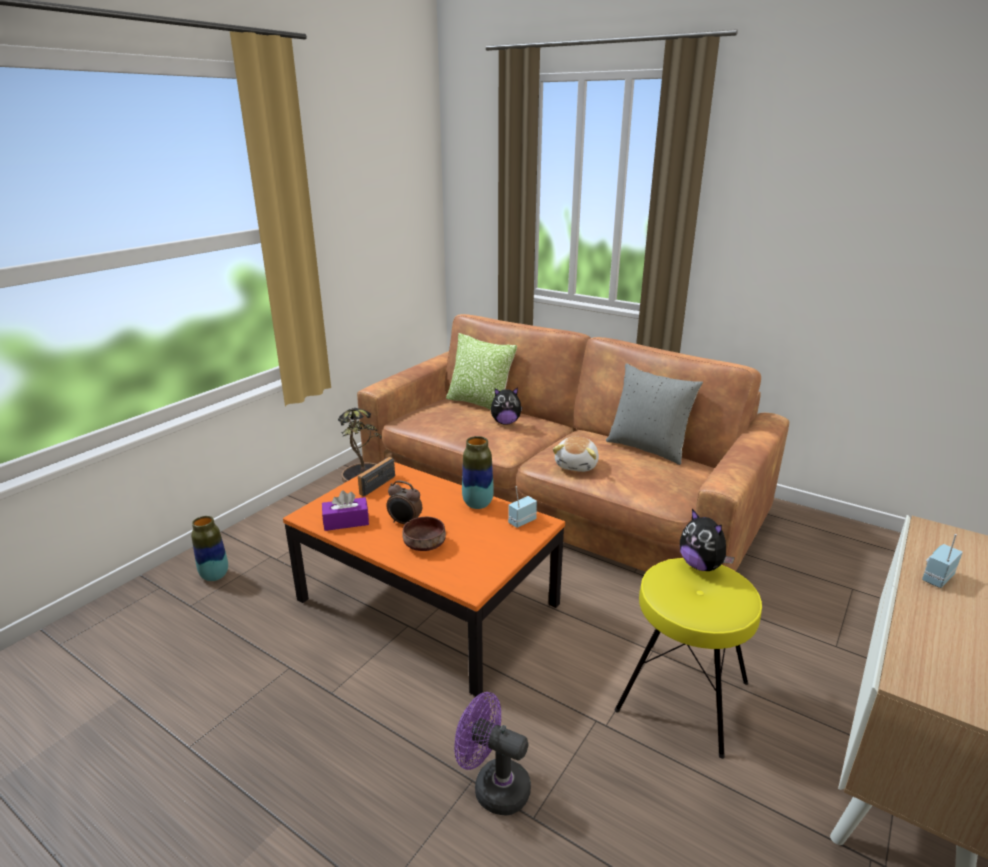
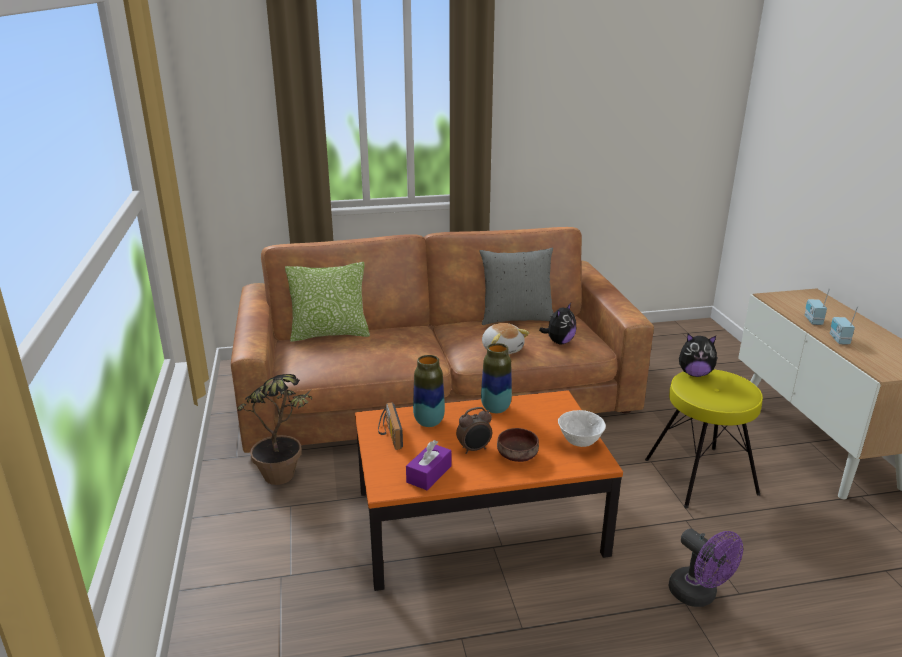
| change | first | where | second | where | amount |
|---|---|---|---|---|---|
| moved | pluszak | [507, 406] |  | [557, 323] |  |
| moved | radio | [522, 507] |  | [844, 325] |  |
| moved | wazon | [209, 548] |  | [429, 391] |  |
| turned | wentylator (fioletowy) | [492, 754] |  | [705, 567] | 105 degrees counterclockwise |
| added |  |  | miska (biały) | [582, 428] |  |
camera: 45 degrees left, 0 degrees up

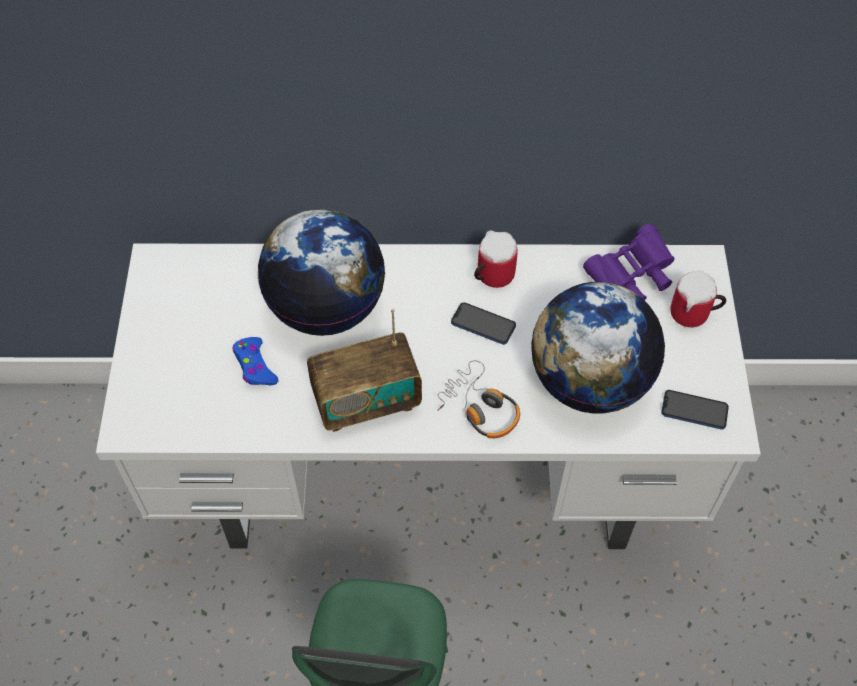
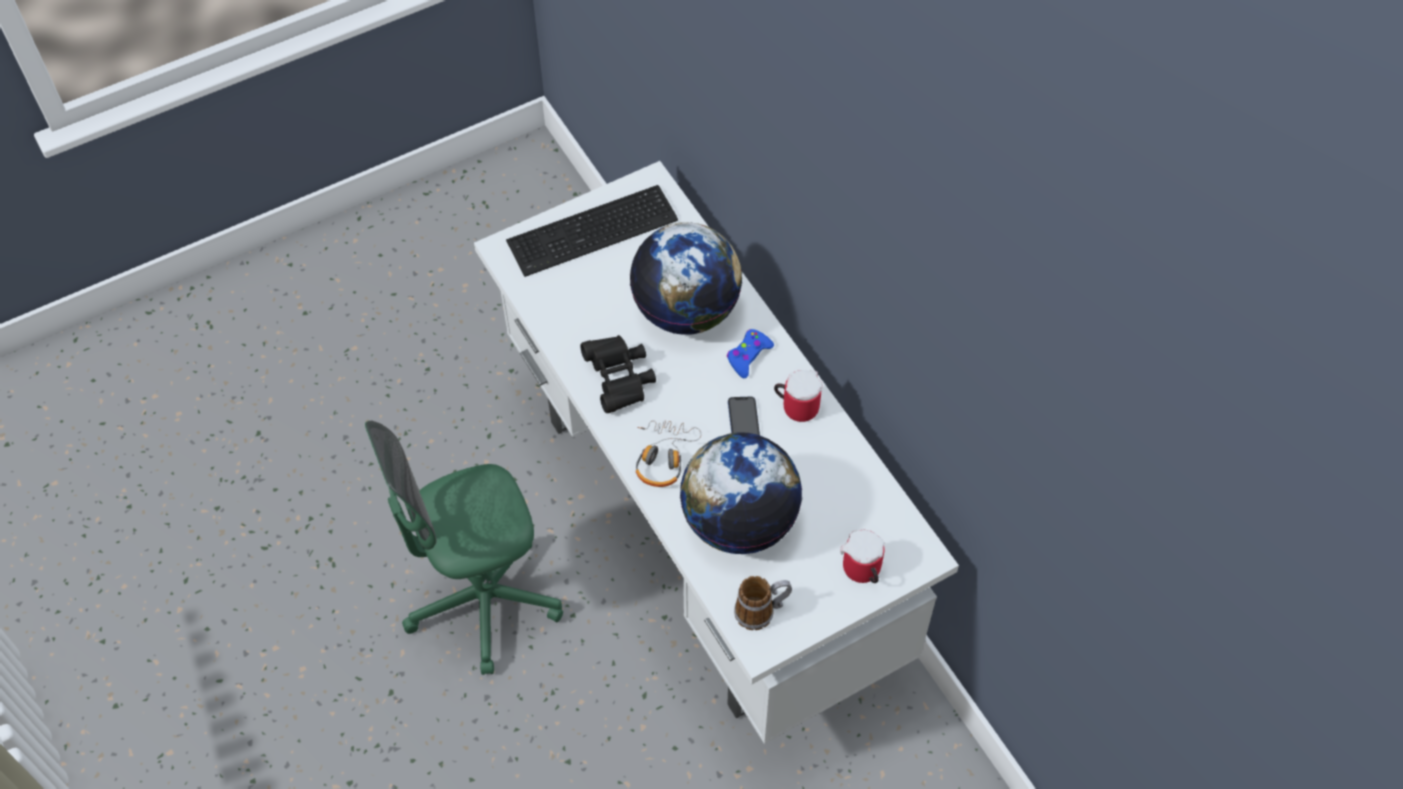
| change | first | where | second | where | amount |
|---|---|---|---|---|---|
| removed | lornetka (fioletowy) | [629, 261] |  |  |  |
| replaced | radio | [364, 370] | lornetka (czarny) | [618, 374] |  |
| moved | pad do gier (niebieski) | [256, 361] |  | [750, 353] |  |
| replaced | telefon | [695, 410] | kubek | [763, 603] |  |
| added |  |  | klawiatura | [592, 231] |  |
camera: 60 degrees right, 0 degrees up

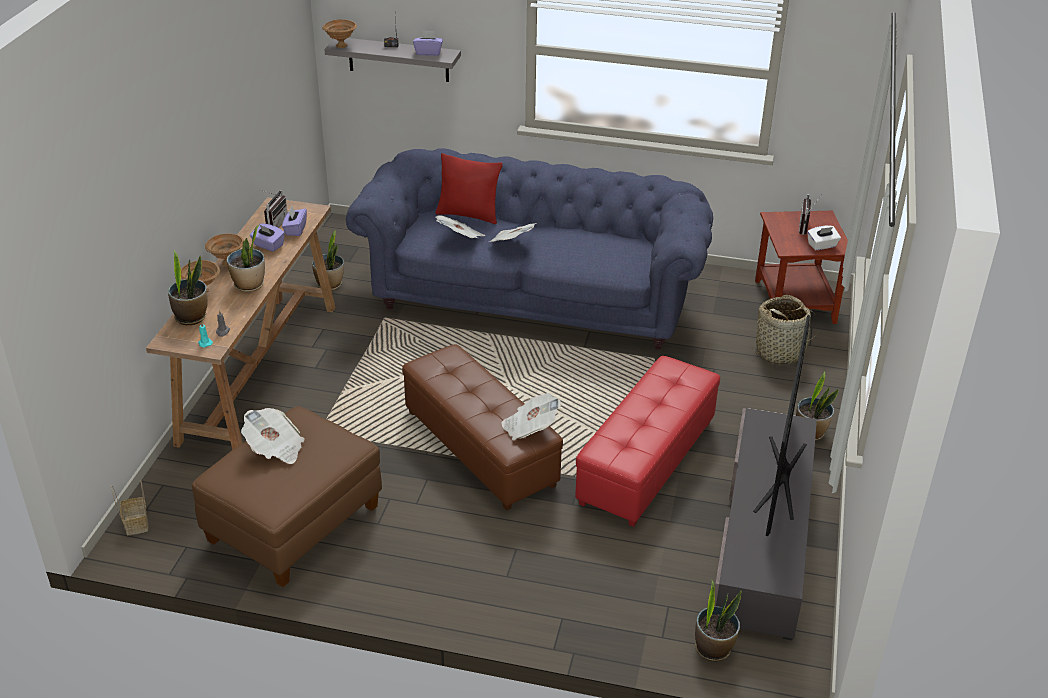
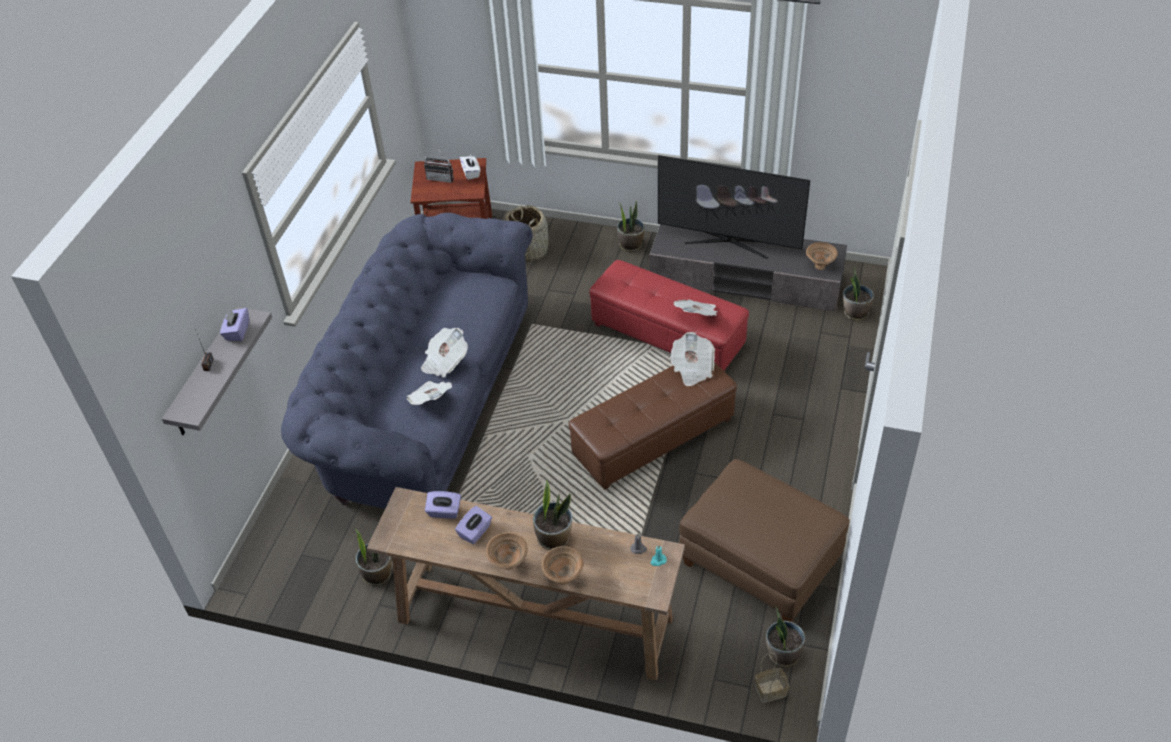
| change | first | where | second | where | amount |
|---|---|---|---|---|---|
| moved | miska (brązowy) | [339, 33] |  | [822, 256] |  |
| removed | poduszka (czerwony) | [469, 188] |  |  |  |
| removed | radio | [273, 209] |  |  |  |
| moved | roślina doniczkowa | [188, 287] |  | [785, 636] |  |
| moved | gazeta | [272, 436] |  | [696, 307] |  |
camera: 85 degrees left, 10 degrees up

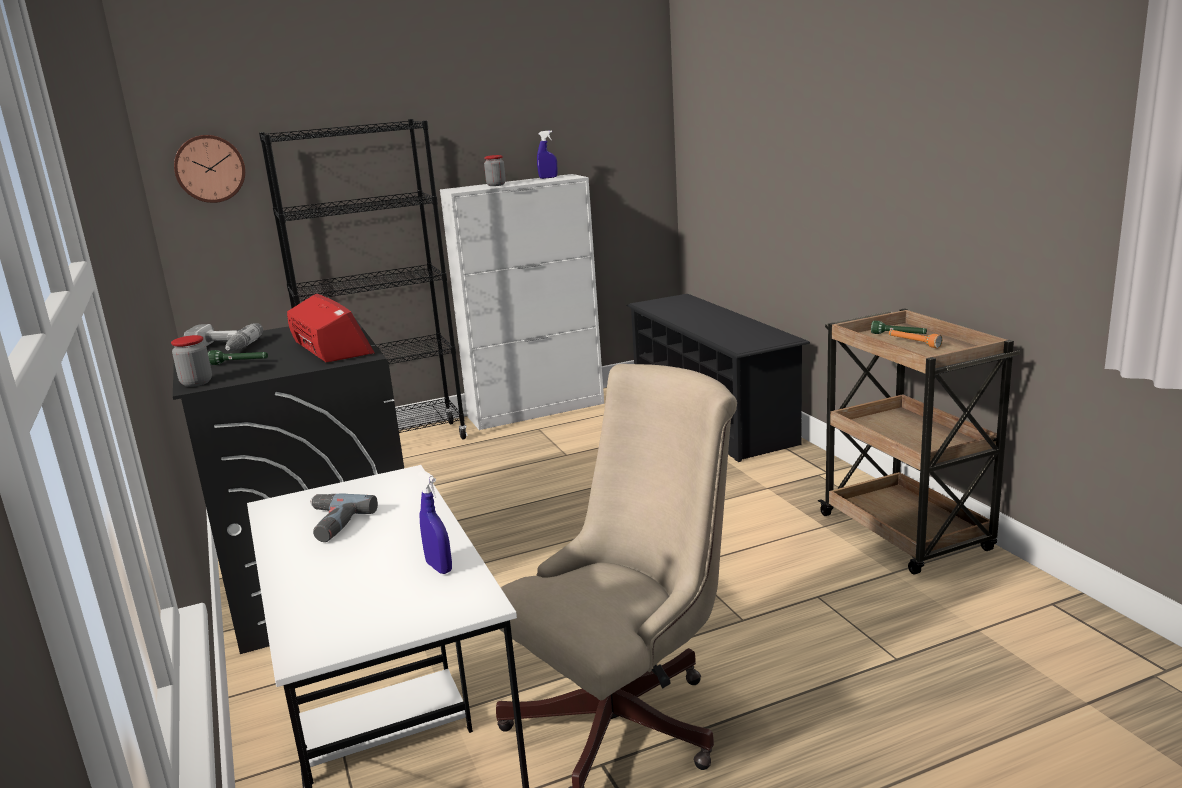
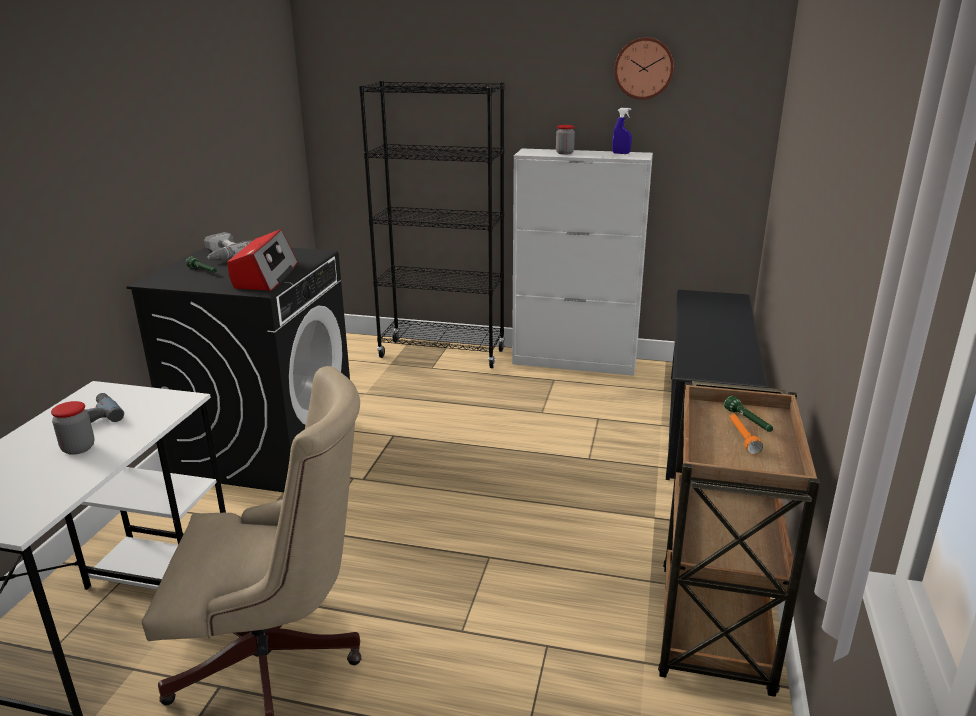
| change | first | where | second | where | amount |
|---|---|---|---|---|---|
| moved | zegar ścienny | [209, 169] |  | [644, 68] |  |
| moved | słoik | [191, 361] |  | [73, 428] |  |
| removed | spryskiwacz (niebieski) | [435, 522] |  |  |  |
camera: 35 degrees right, 5 degrees up

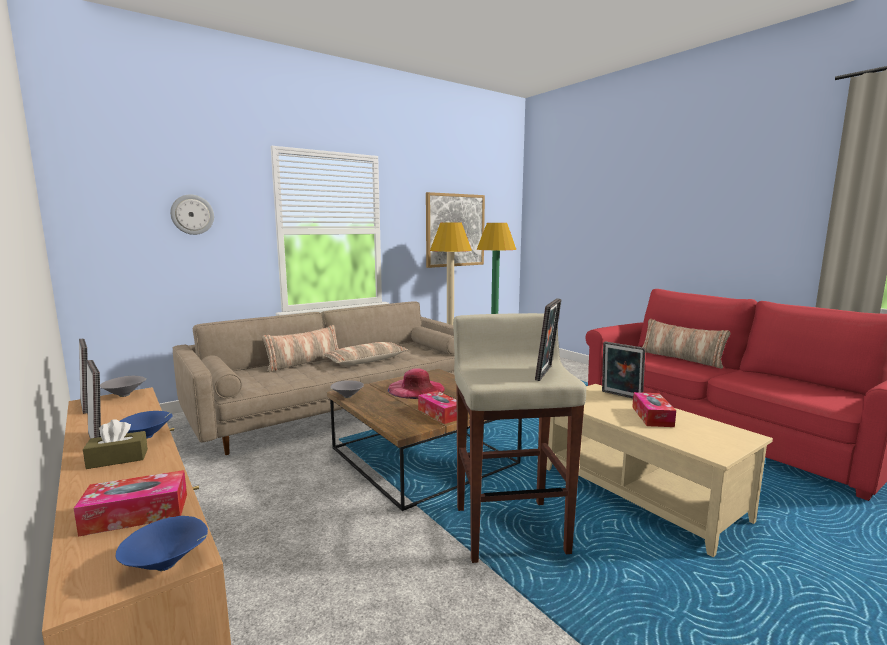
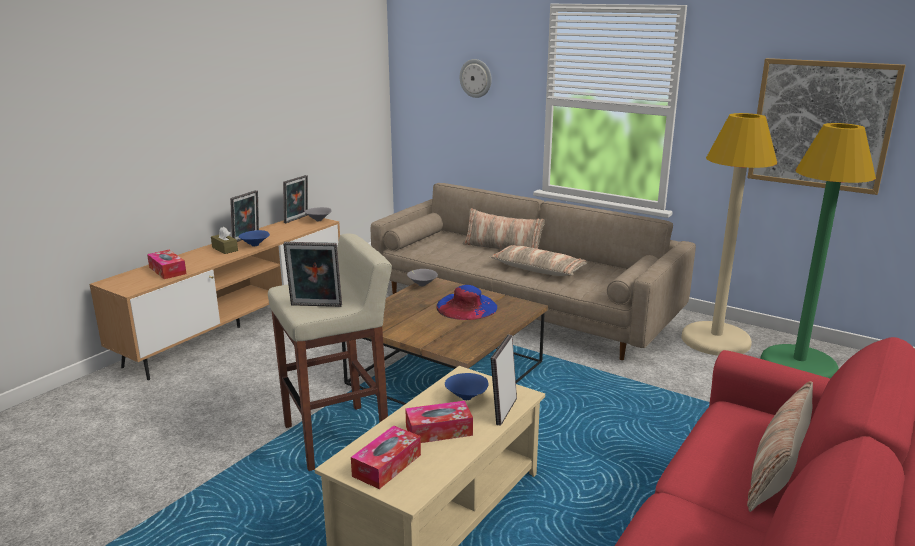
| change | first | where | second | where | amount |
|---|---|---|---|---|---|
| recoloured | kapelusz (różowy) | [416, 383] | kapelusz (niebieski) | [466, 302] |  |
| moved | pudełko chusteczek | [437, 407] |  | [386, 457] |  |
| moved | miska (niebieski) | [162, 543] |  | [467, 386] |  |
camera: 70 degrees right, 10 degrees up

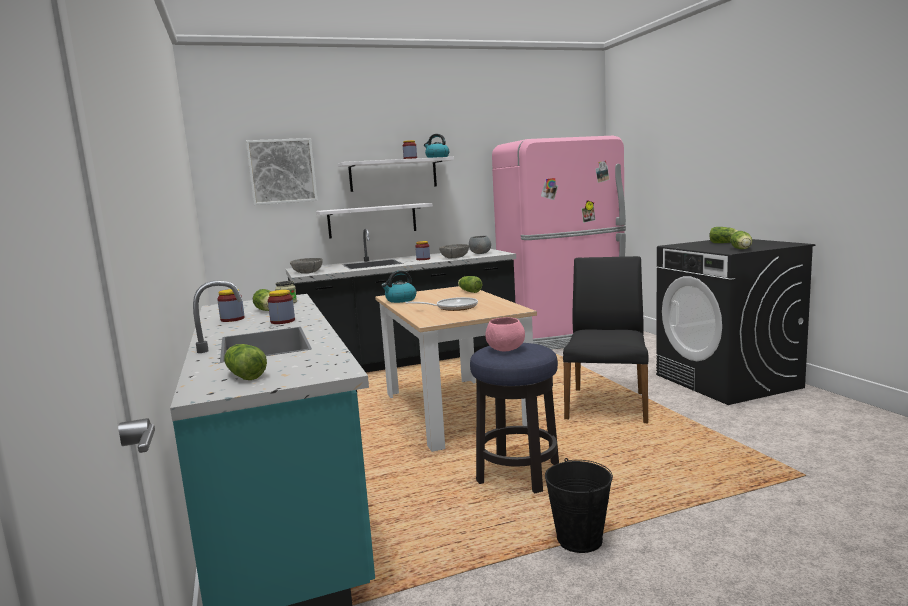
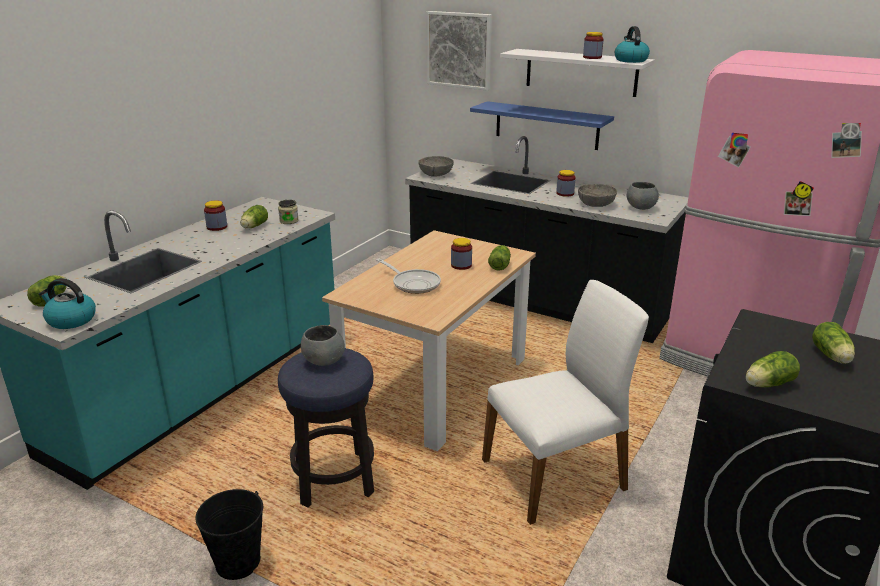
| change | first | where | second | where | amount |
|---|---|---|---|---|---|
| recoloured | półka (biały) | [374, 221] | półka (niebieski) | [542, 125] |  |
| recoloured | krzesło (czarny) | [605, 339] | krzesło (biały) | [565, 402] |  |
| moved | czajnik | [398, 286] |  | [67, 303] |  |
| moved | słoik | [281, 307] |  | [461, 254] |  |
| recoloured | miska (różowy) | [505, 334] | miska (szary) | [323, 345] |  |
camera: 50 degrees right, 15 degrees up

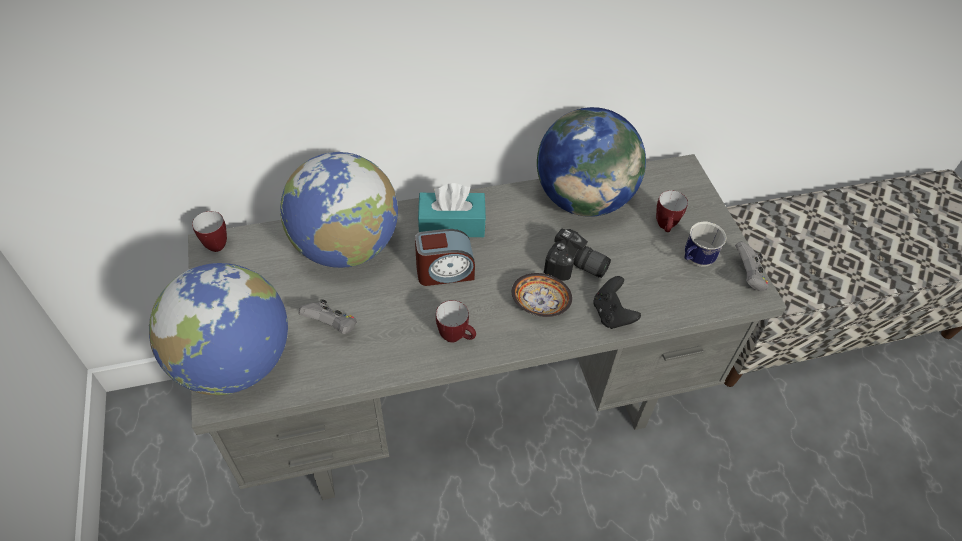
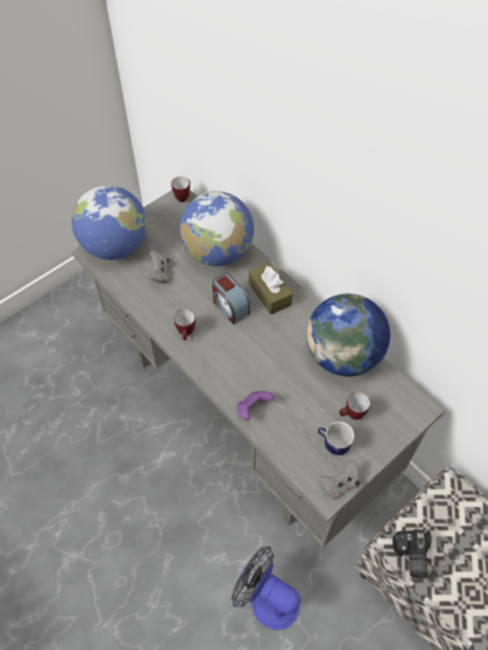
| change | first | where | second | where | amount |
|---|---|---|---|---|---|
| recoloured | pudełko chusteczek (turkusowy) | [452, 210] | pudełko chusteczek (brązowy) | [270, 288] |  |
| moved | aparat fotograficzny | [577, 254] |  | [412, 554] |  |
| removed | miska | [541, 295] |  |  |  |
| recoloured | pad do gier (czarny) | [617, 302] | pad do gier (fioletowy) | [255, 405] |  |
| added |  |  | wentylator | [265, 588] |  |
camera: 65 degrees right, 5 degrees up

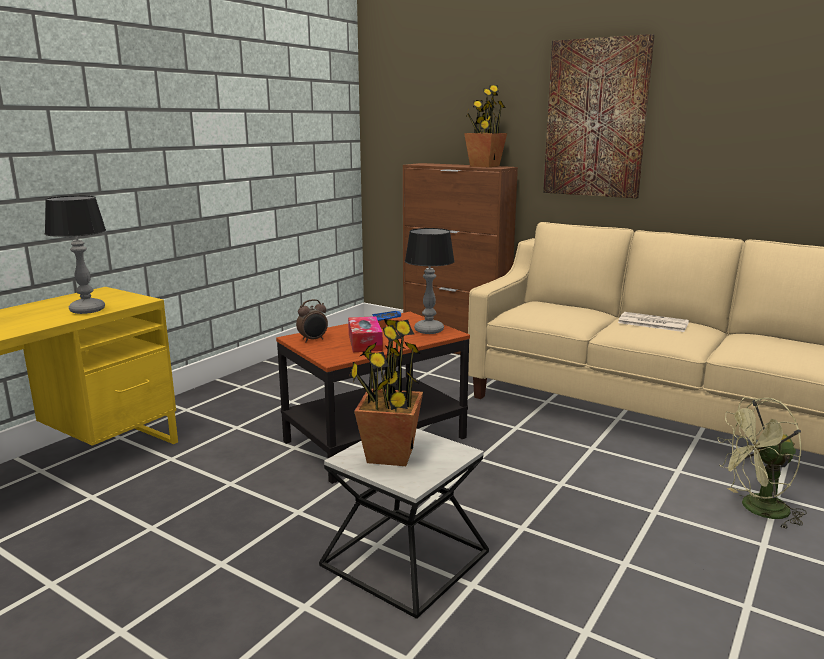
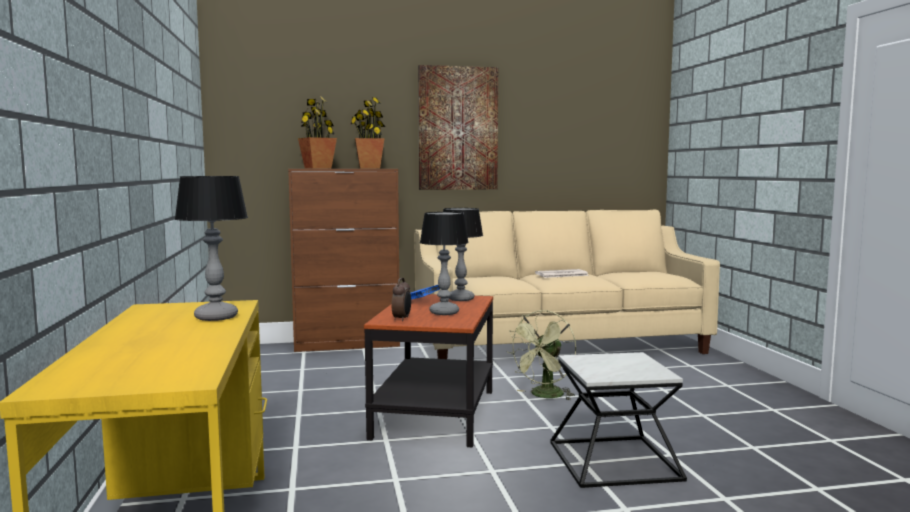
| change | first | where | second | where | amount |
|---|---|---|---|---|---|
| replaced | pudełko chusteczek | [365, 334] | lampa stołowa | [444, 263] |  |
| moved | roślina doniczkowa | [386, 392] |  | [317, 132] |  |
| moved | wentylator (zielony) | [762, 463] |  | [541, 355] |  |
camera: 45 degrees left, 10 degrees down

